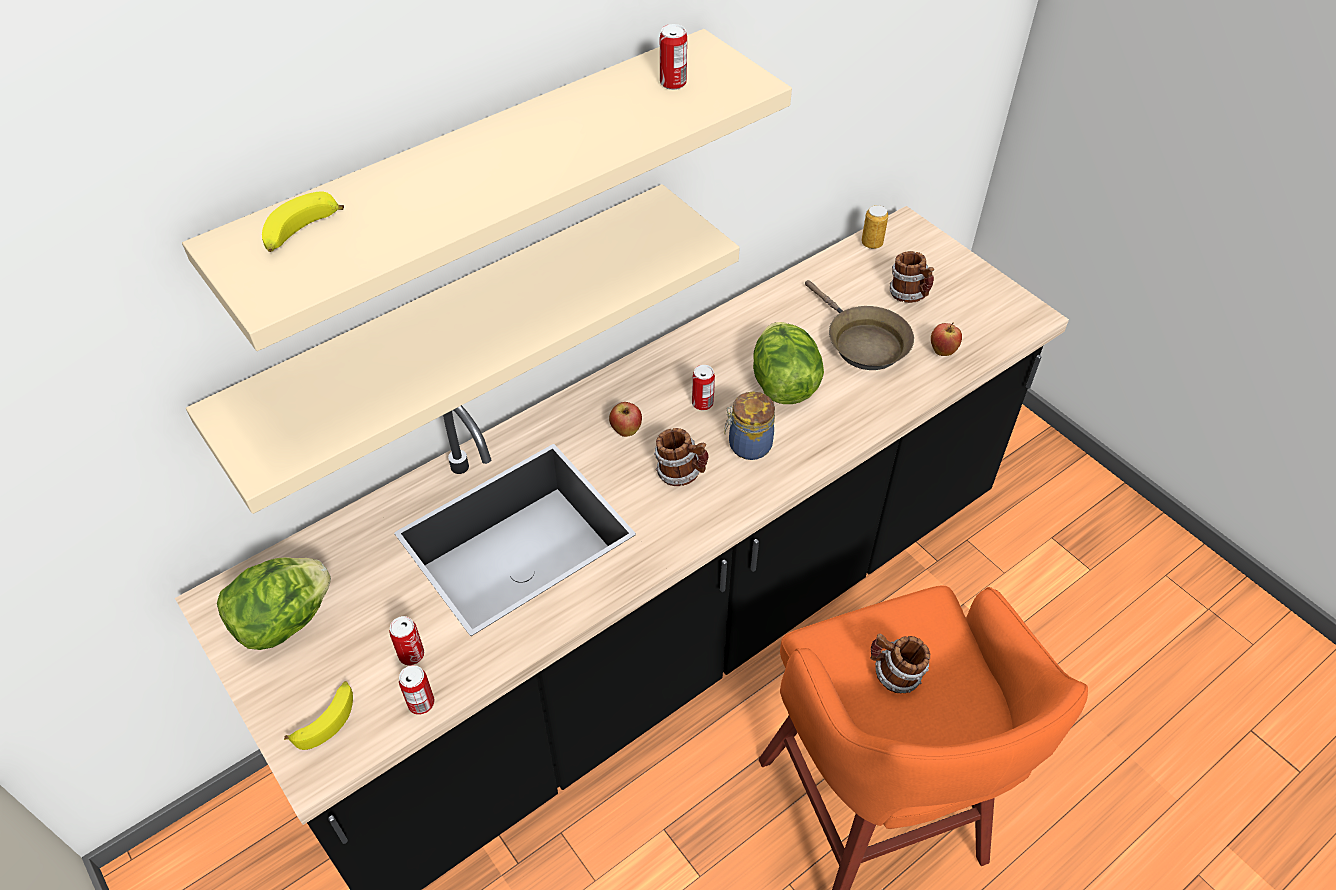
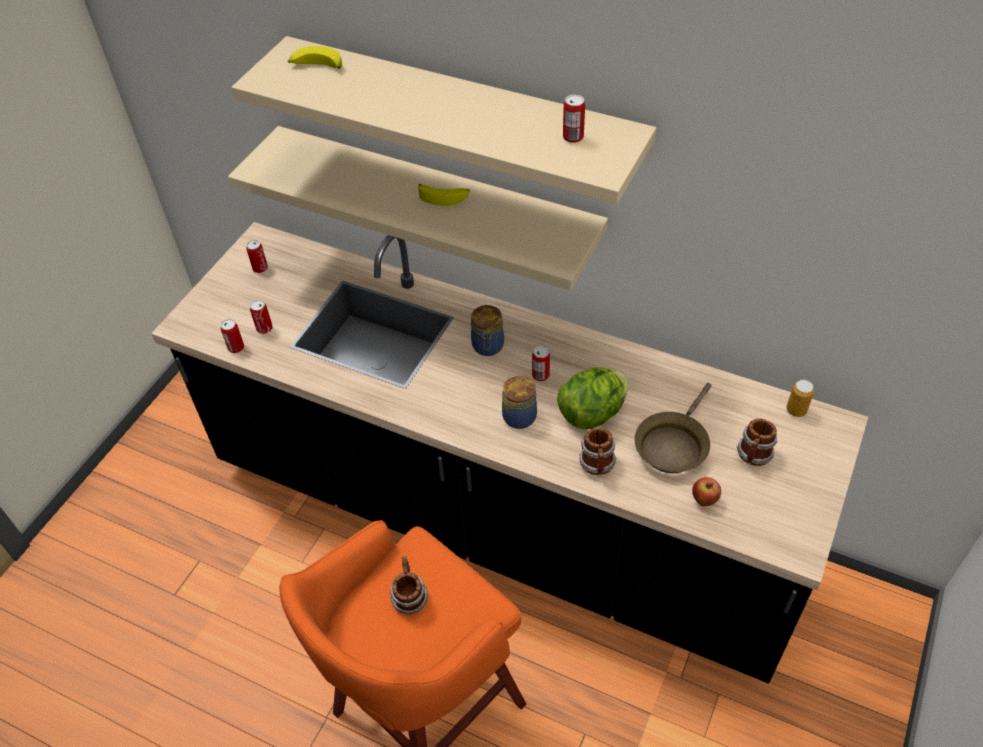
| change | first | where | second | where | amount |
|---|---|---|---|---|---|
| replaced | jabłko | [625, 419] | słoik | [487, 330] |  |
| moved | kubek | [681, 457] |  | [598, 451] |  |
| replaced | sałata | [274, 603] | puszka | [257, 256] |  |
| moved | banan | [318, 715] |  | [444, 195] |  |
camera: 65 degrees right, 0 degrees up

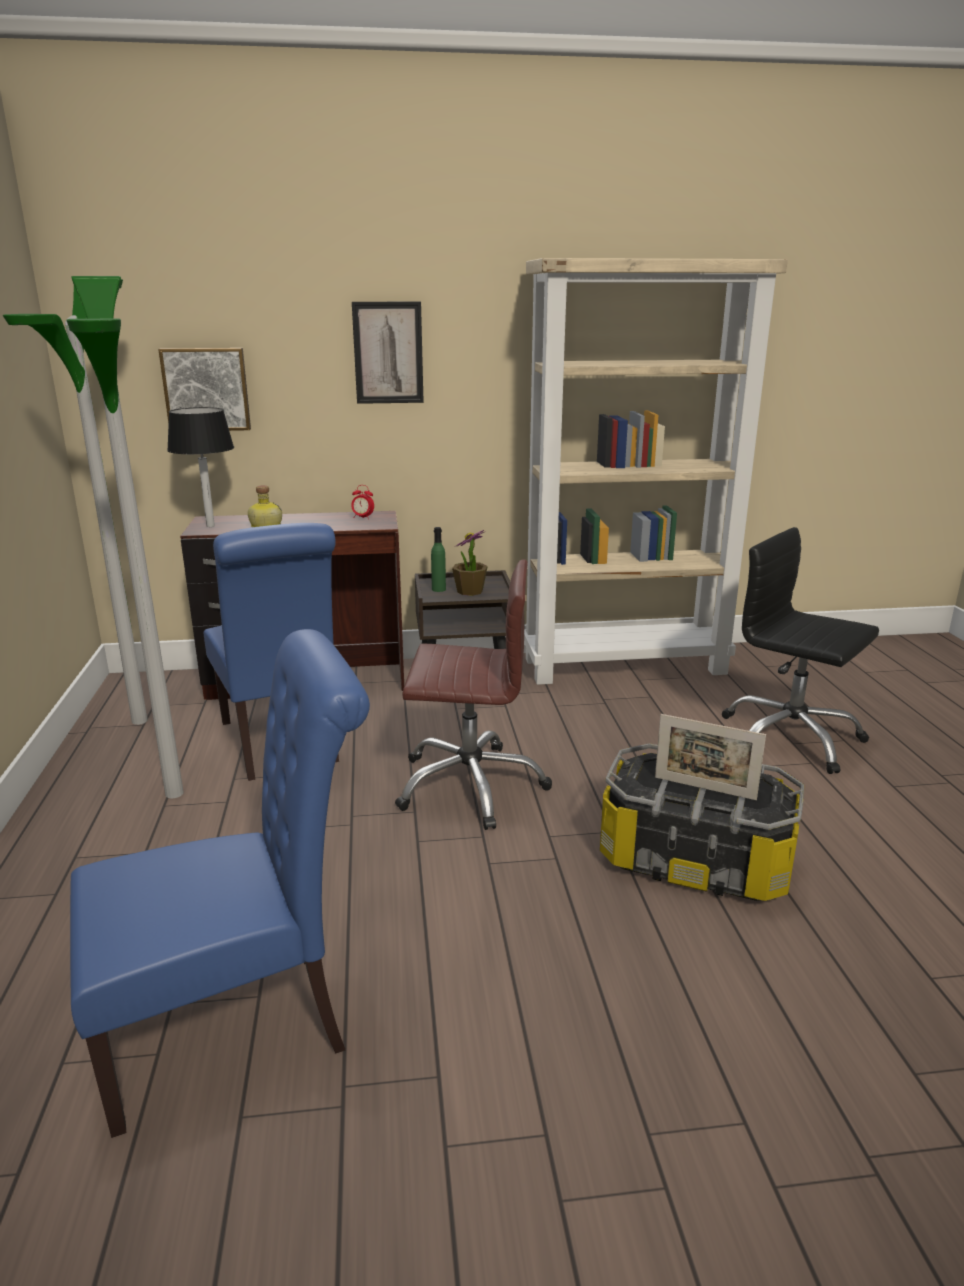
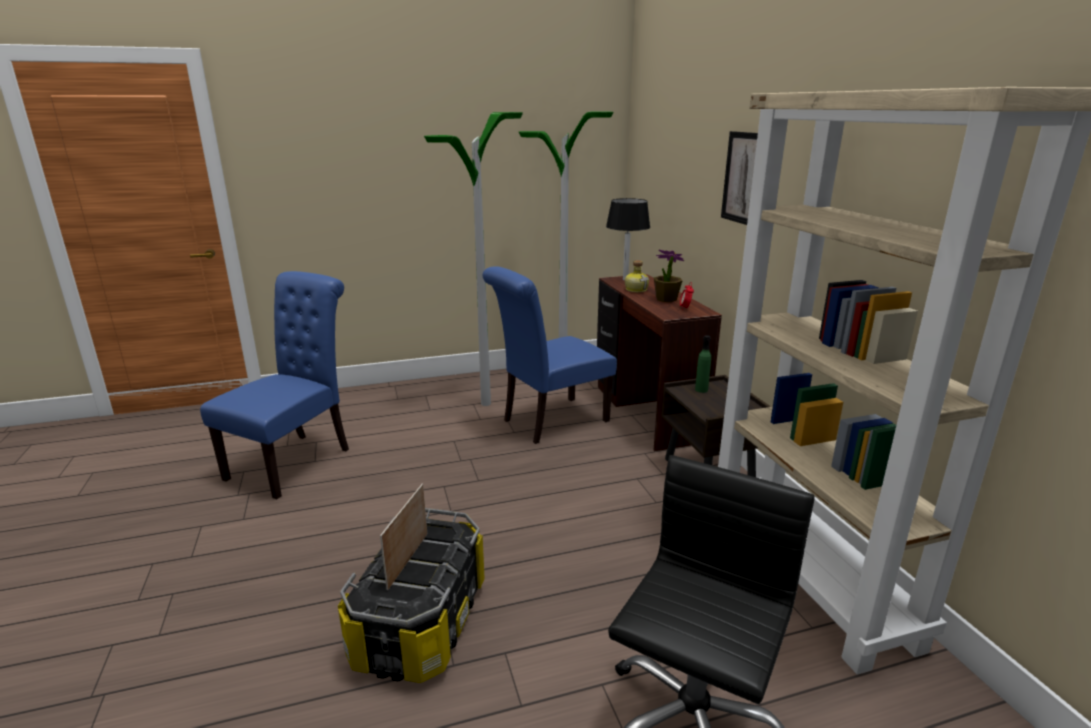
| change | first | where | second | where | amount |
|---|---|---|---|---|---|
| removed | obraz | [204, 389] |  |  |  |
| moved | roślina doniczkowa | [470, 563] |  | [669, 276] |  |
| removed | krzesło biurowe (brązowy) | [473, 694] |  |  |  |
| turned | krzesło (niebieski) | [220, 883] |  | [274, 385] | 120 degrees counterclockwise |
camera: 80 degrees right, 0 degrees up

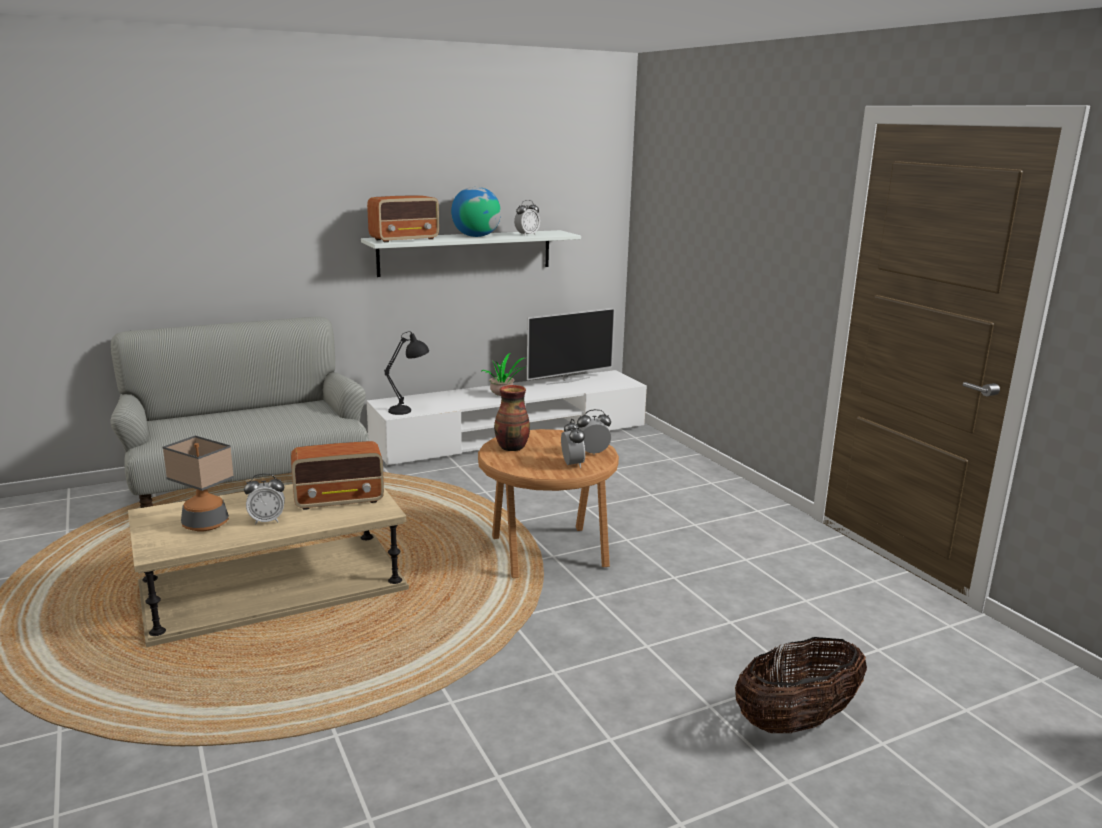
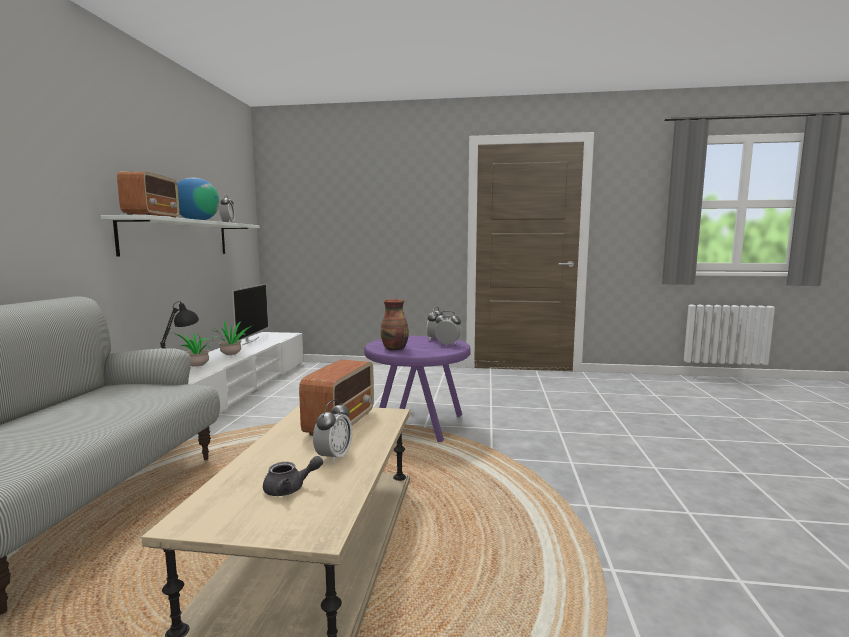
| change | first | where | second | where | amount |
|---|---|---|---|---|---|
| recoloured | stolik (brązowy) | [548, 503] | stolik (fioletowy) | [417, 389] |  |
| replaced | lampa stołowa | [198, 483] | imbryk (szary) | [293, 476] |  |
| removed | koszyk | [801, 685] |  |  |  |
| added |  |  | roślina doniczkowa | [193, 349] |  |
camera: 55 degrees left, 10 degrees down

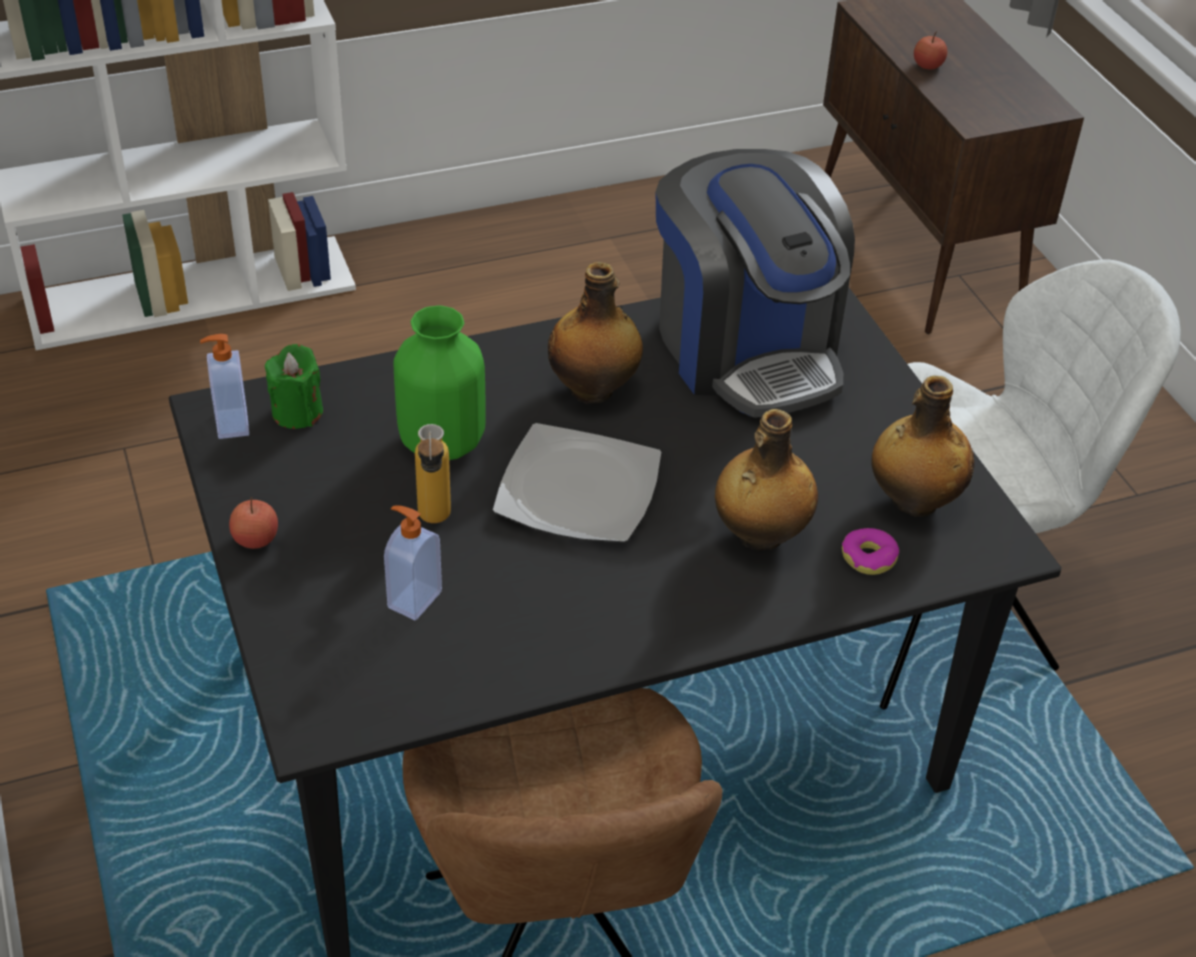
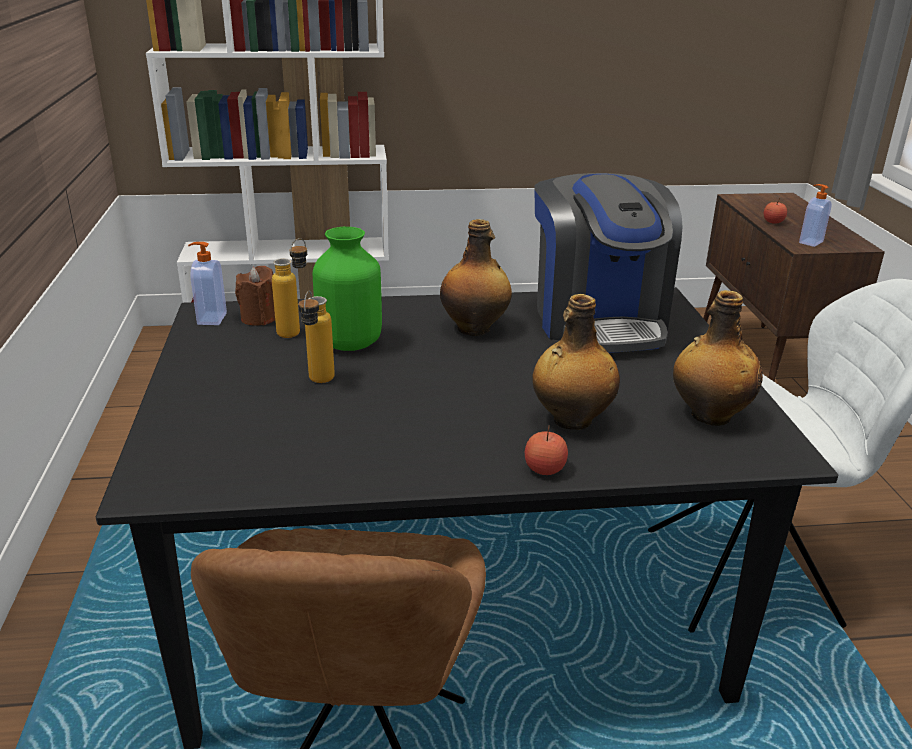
| change | first | where | second | where | amount |
|---|---|---|---|---|---|
| recoloured | świeca (zielony) | [294, 386] | świeca (brązowy) | [255, 295] |  |
| removed | talerz | [577, 483] |  |  |  |
| moved | jabłko | [253, 523] |  | [546, 450] |  |
| moved | dozownik mydła | [413, 562] |  | [815, 215] |  |
| removed | donut | [870, 551] |  |  |  |
| added |  |  | butelka | [289, 288] |  |
camera: 15 degrees right, 15 degrees down

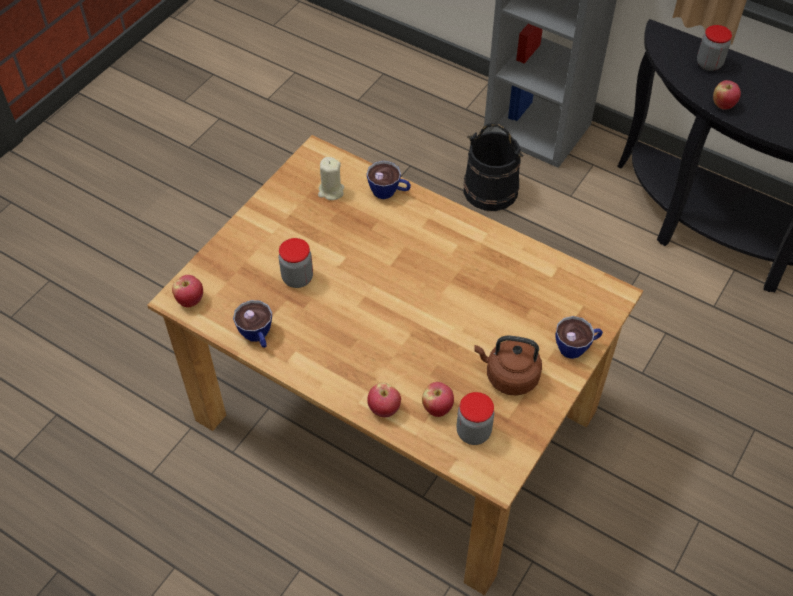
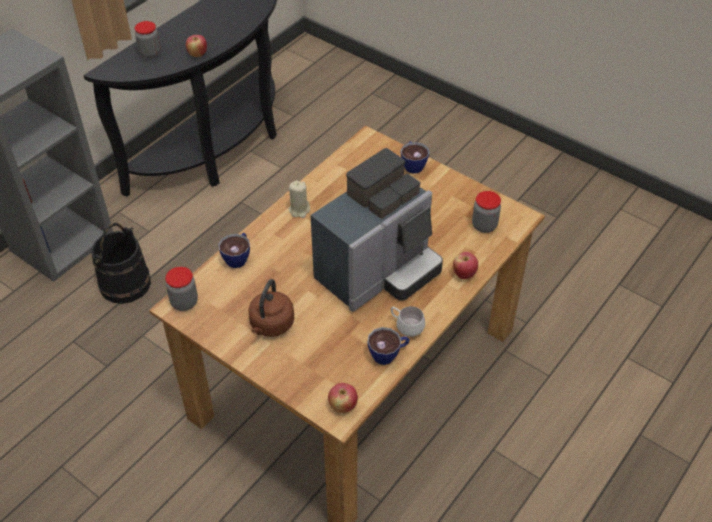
| change | first | where | second | where | amount |
|---|---|---|---|---|---|
| moved | świeca (beżowy) | [331, 178] |  | [299, 199] |  |
| moved | słoik | [296, 263] |  | [181, 289] |  |
| moved | czajnik (brązowy) | [508, 366] |  | [271, 308] |  |
| removed | jabłko | [438, 399] |  |  |  |
| added |  |  | ekspres do kawy | [376, 230] |  |
| added |  |  | kubek (biały) | [408, 321] |  |
camera: 85 degrees left, 5 degrees down

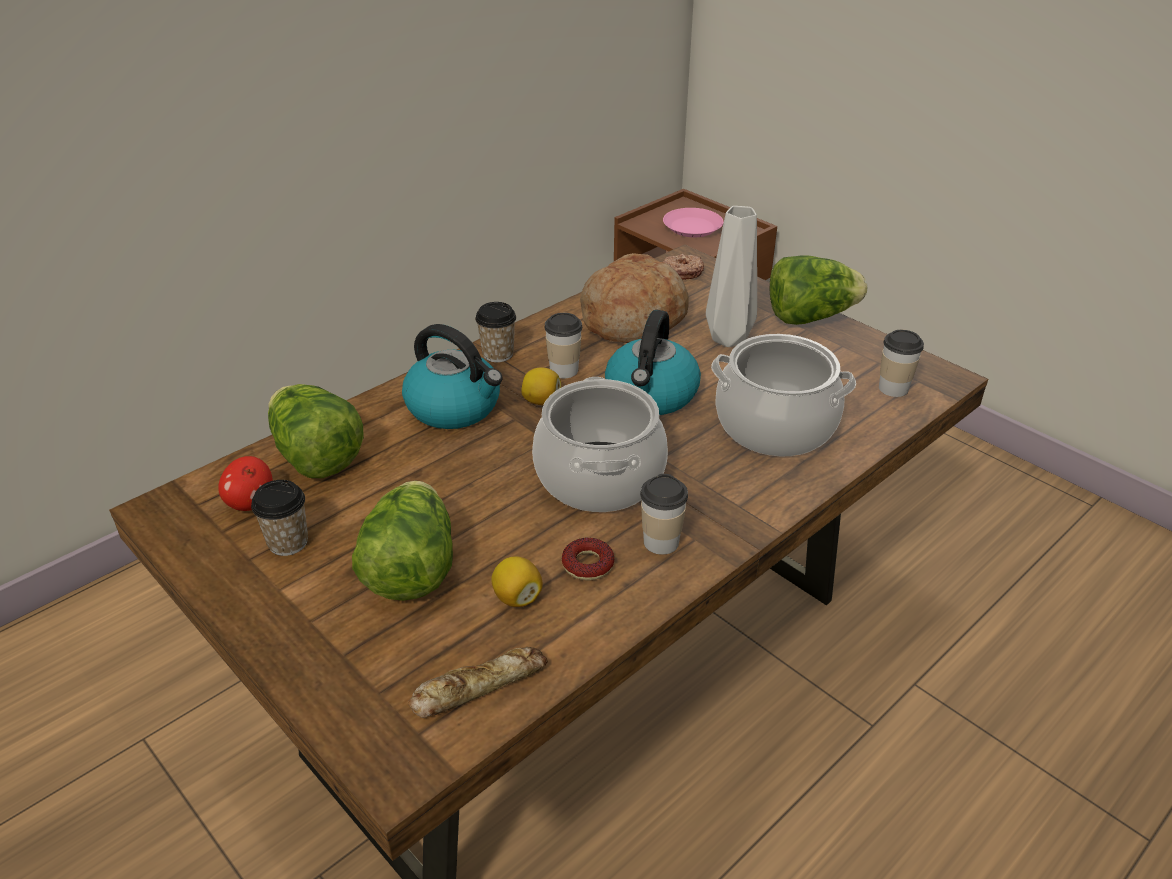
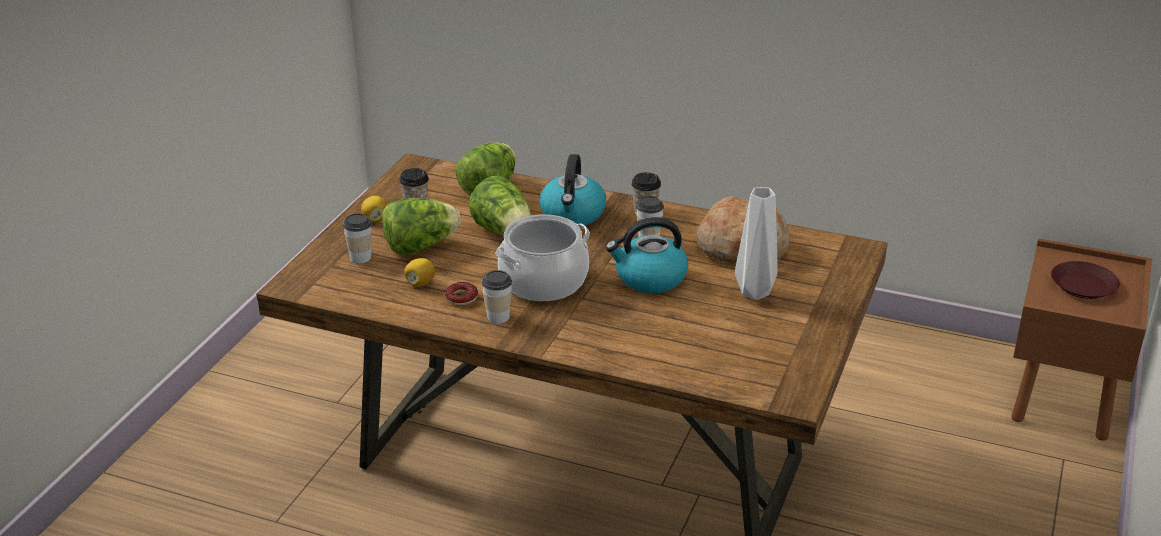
| change | first | where | second | where | amount |
|---|---|---|---|---|---|
| recoloured | talerz (różowy) | [693, 222] | talerz (brązowy) | [1085, 280] |  |
| removed | donut | [683, 267] |  |  |  |
| moved | sałata | [818, 290] |  | [500, 206] |  |
| moved | filiżanka | [901, 363] |  | [357, 238] |  |
| removed | garnek | [783, 395] |  |  |  |
| moved | cytryna | [541, 386] |  | [374, 209] |  |
| removed | jabłko | [245, 483] |  |  |  |
| removed | chleb | [478, 682] |  |  |  |
camera: 65 degrees right, 5 degrees down

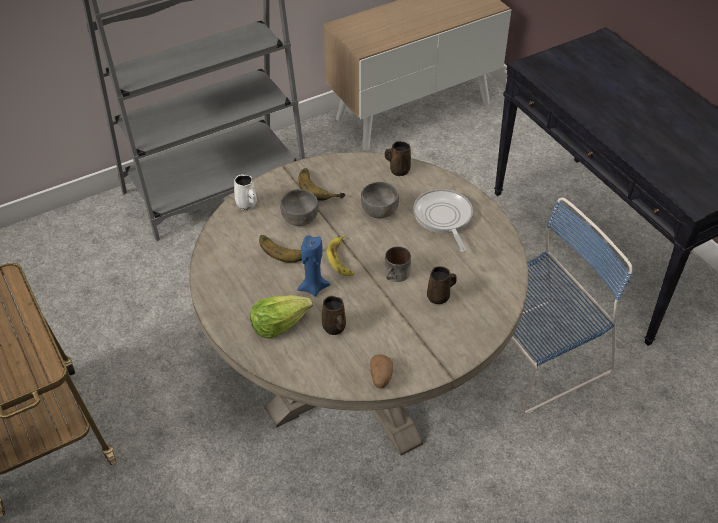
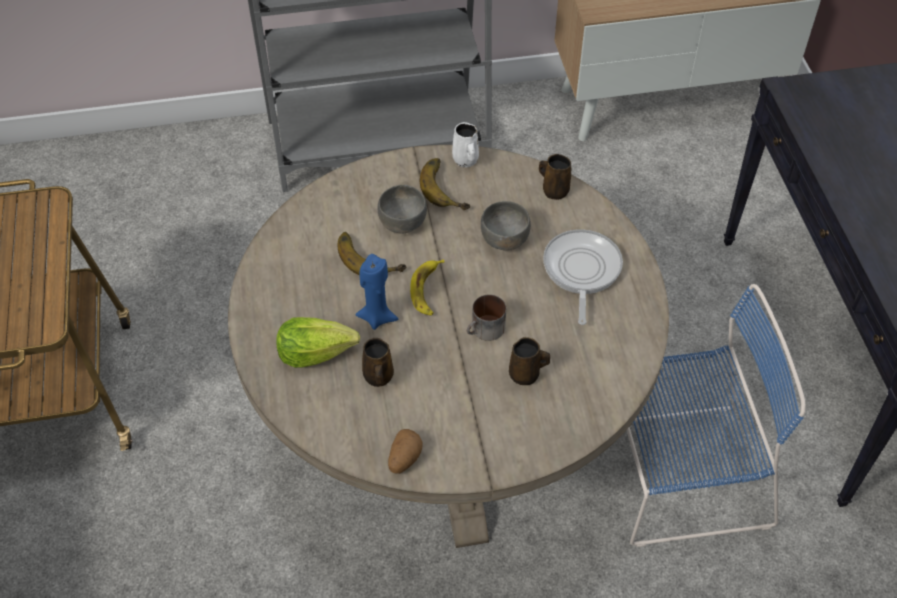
| change | first | where | second | where | amount |
|---|---|---|---|---|---|
| moved | kubek (biały) | [245, 192] |  | [465, 145] |  |
camera: 20 degrees right, 5 degrees up

